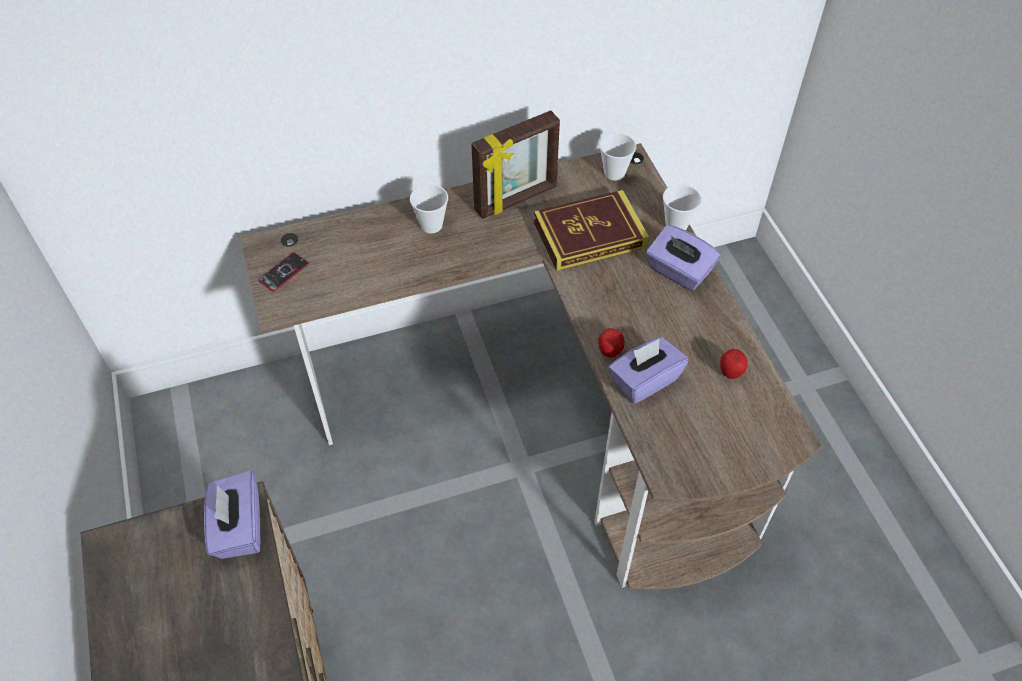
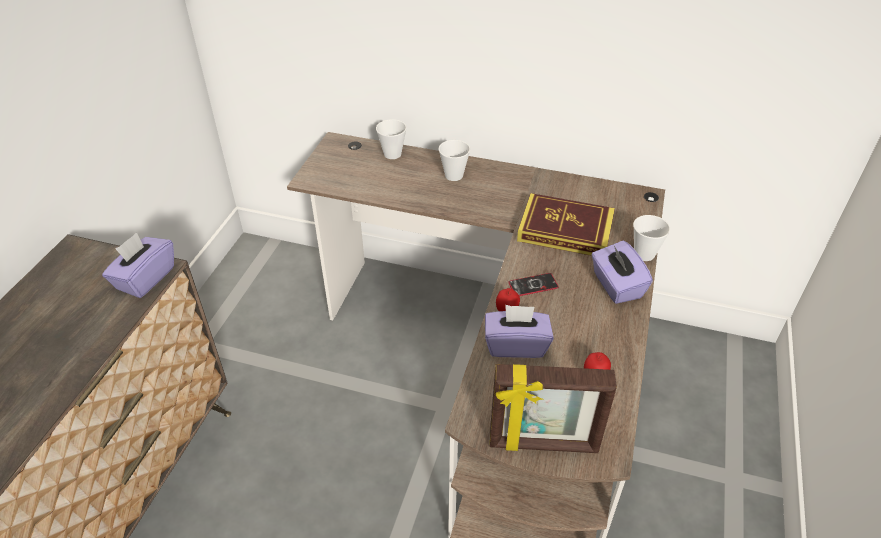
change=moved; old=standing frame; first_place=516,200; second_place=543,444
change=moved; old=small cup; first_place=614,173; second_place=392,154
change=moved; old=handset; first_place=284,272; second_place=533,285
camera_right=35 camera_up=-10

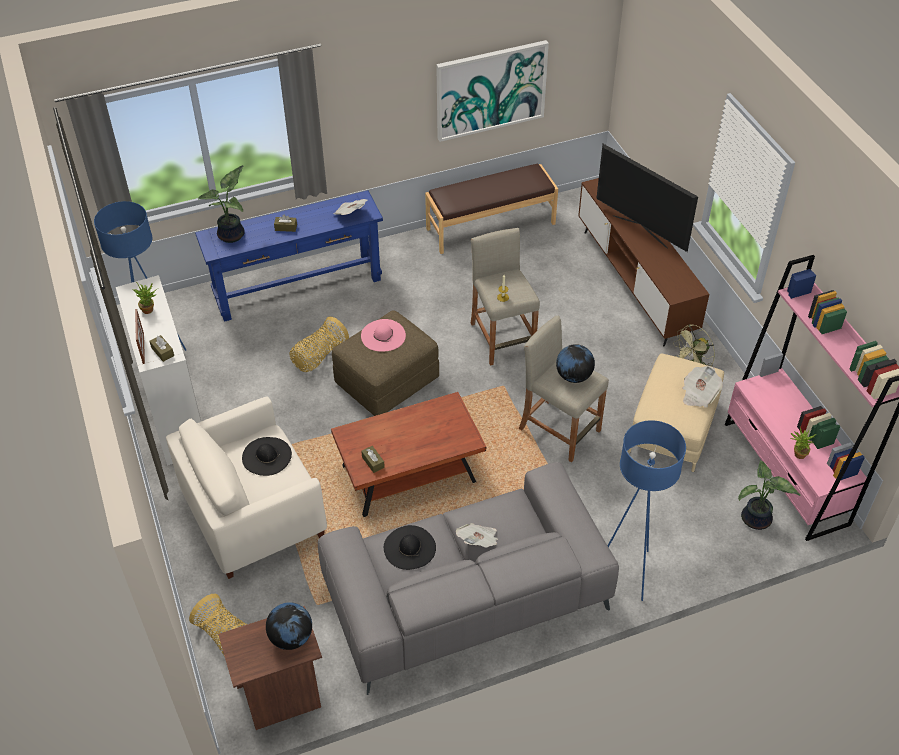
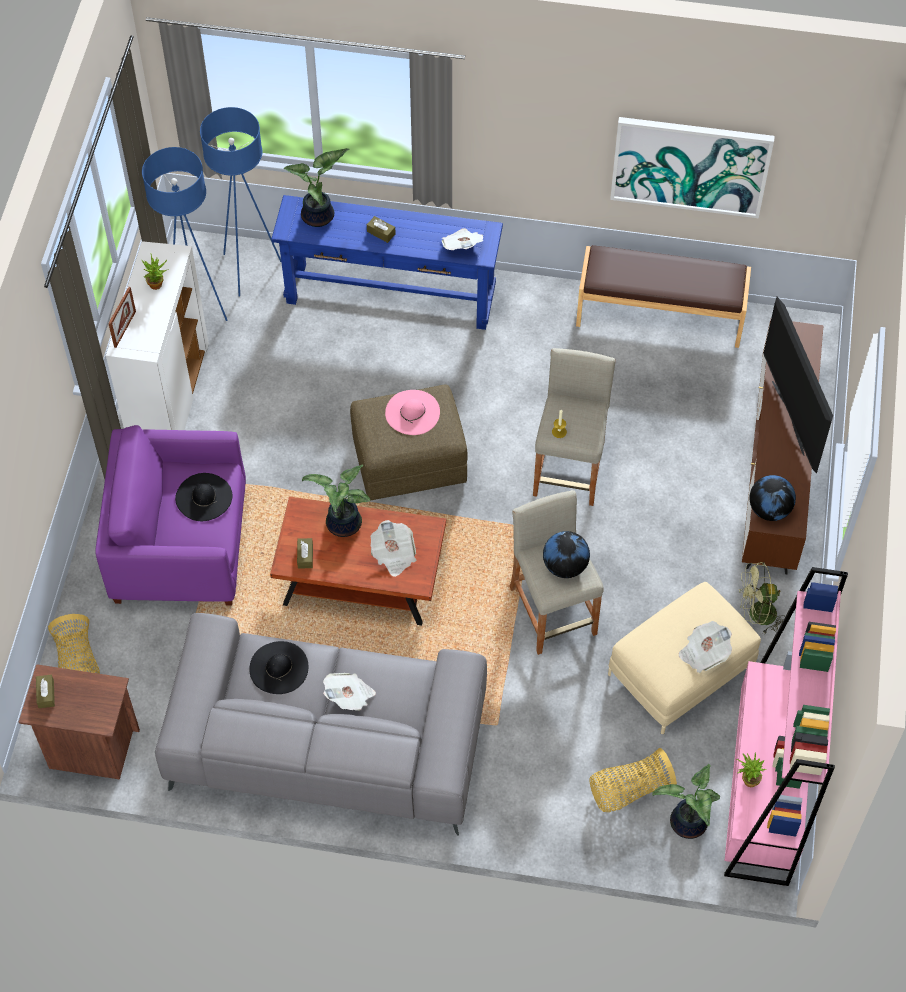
change=moved; old=basket; first_place=319,356; second_place=629,790
change=moved; old=brown-coloured tissue box; first_place=162,352; second_place=46,694
change=recoloured; old=white-coloured easy chair; new=purple-coloured easy chair; first_place=254,514; second_place=180,546
change=moved; old=blue floor lamp; first_place=628,573; second_place=248,270
change=moved; old=desk globe; first_place=291,637; second_place=769,510
change=added; new=potted plant; second_place=342,525
change=added; new=printed paper; second_place=393,555
camera_right=30 camera_up=10

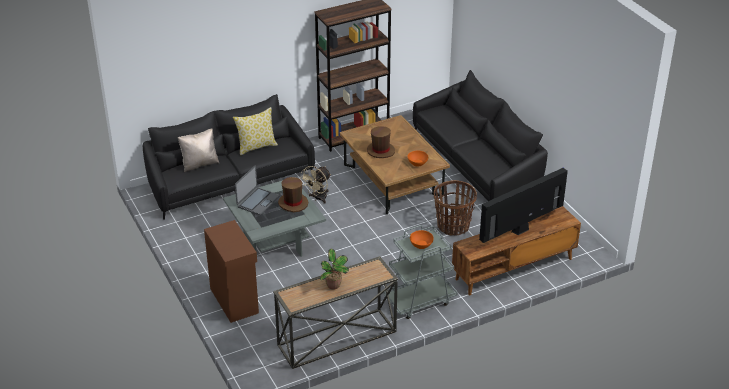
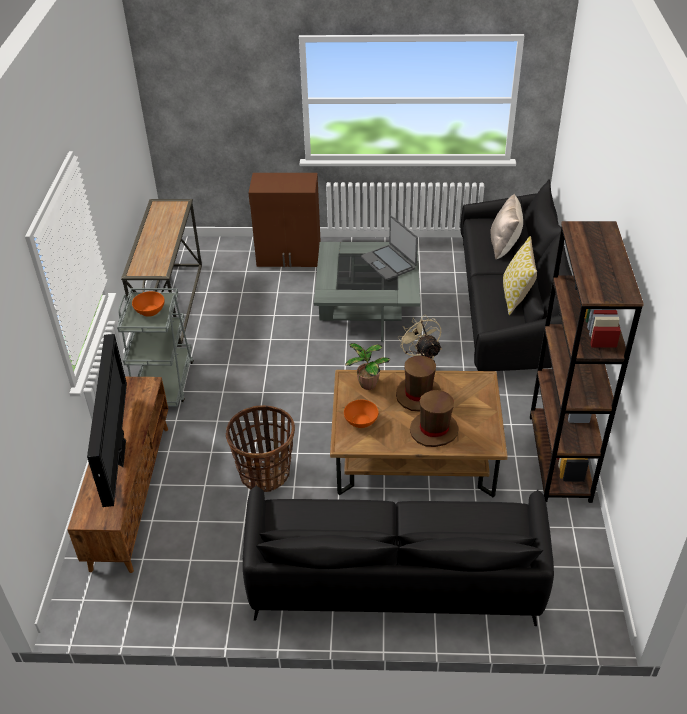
change=moved; old=brown-coloured clothing hat; first_place=293,203; second_place=434,430
change=moved; old=potted plant; first_place=334,286; second_place=366,384
camera_right=120 camera_up=5

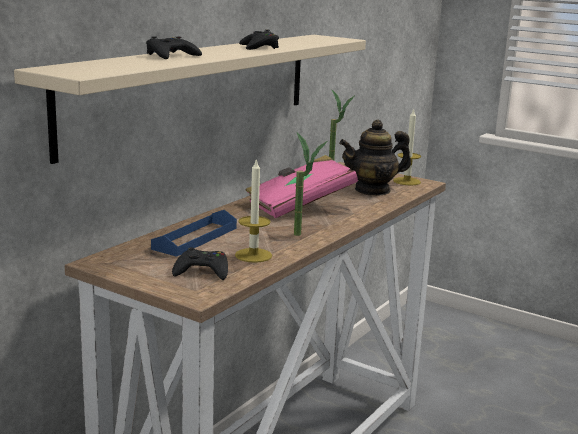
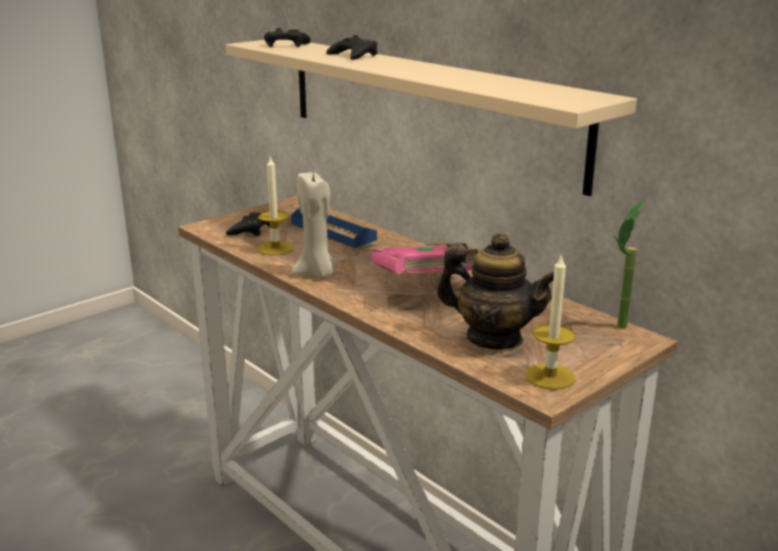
change=moved; old=blackish gamepad; first_place=259,47; second_place=286,45
change=turned; old=pot for tea; first_place=373,190; second_place=494,338; degrees=120
change=replaced; old=potted plant; new=sand-coloured wax candle; first_place=304,236; second_place=317,273
camera_right=105 camera_up=5

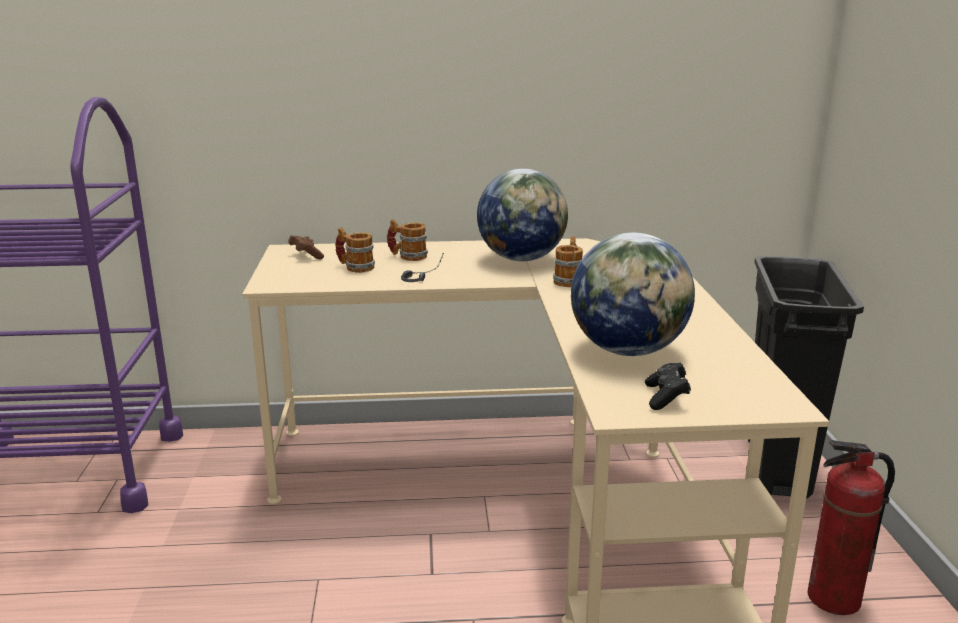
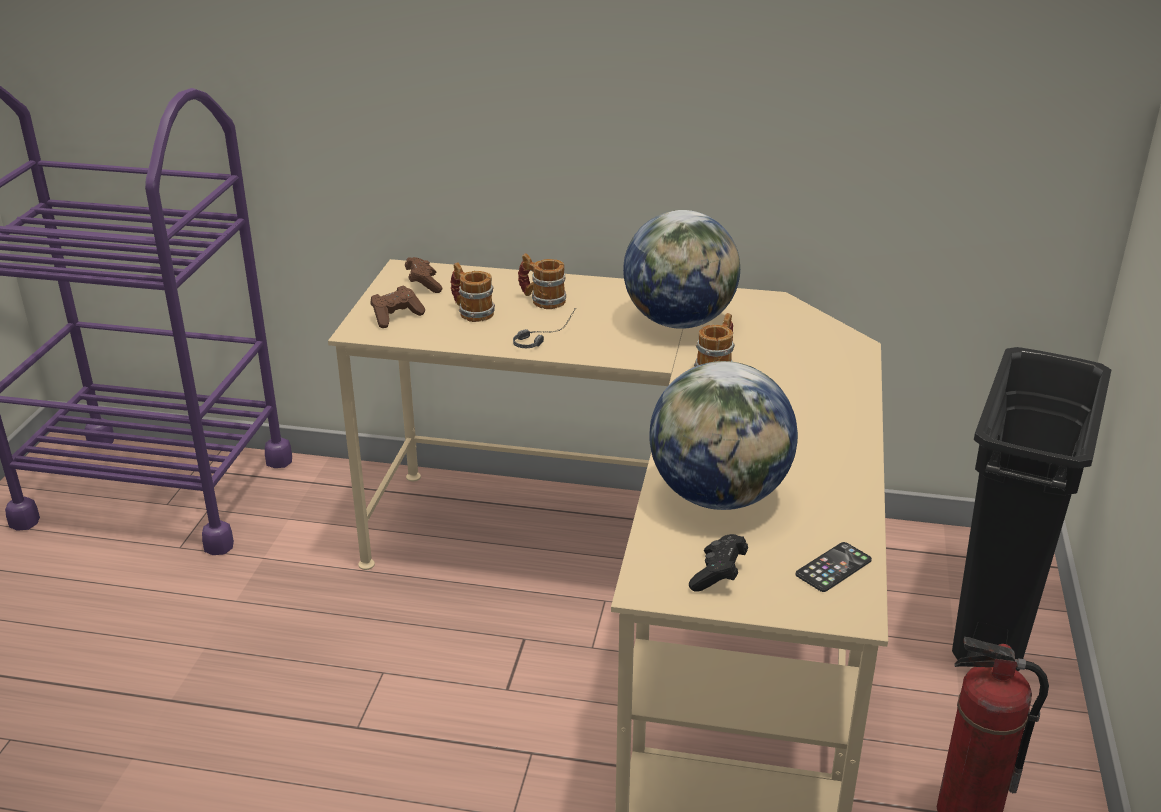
change=added; new=brown-coloured gamepad; second_place=396,317
change=added; new=handset; second_place=833,567
camera_right=15 camera_up=10

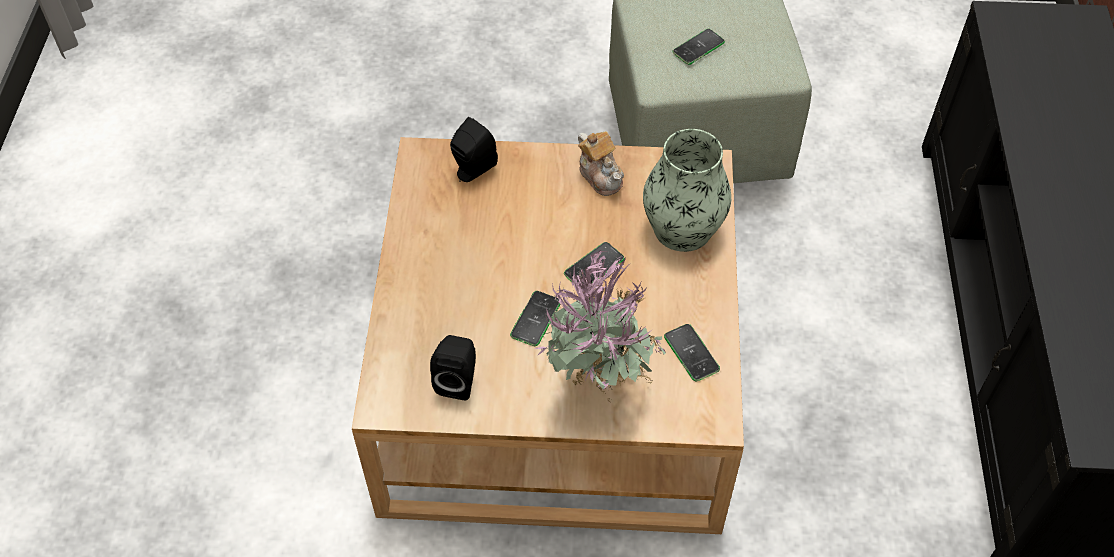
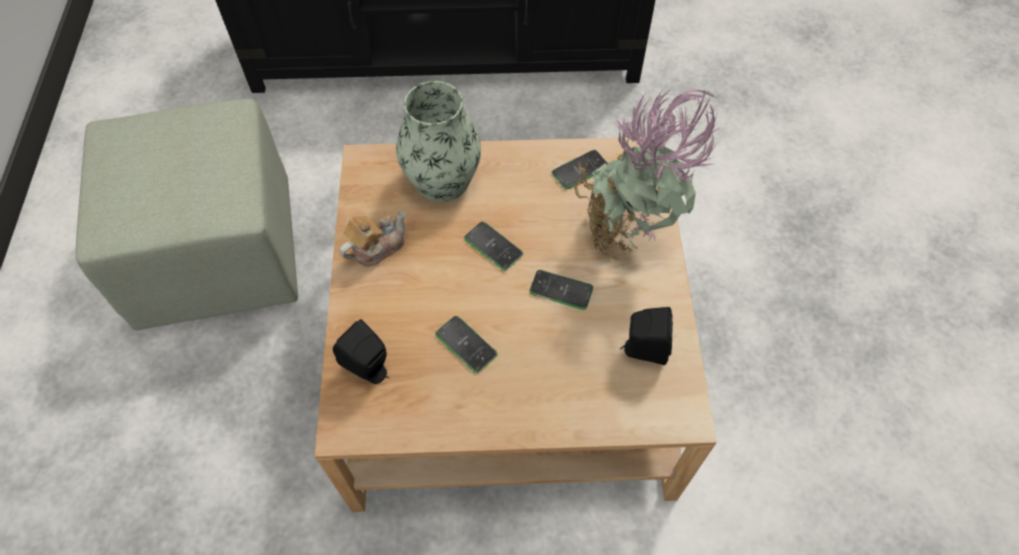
change=moved; old=handset; first_place=698,47; second_place=466,344
camera_right=-95 camera_up=5

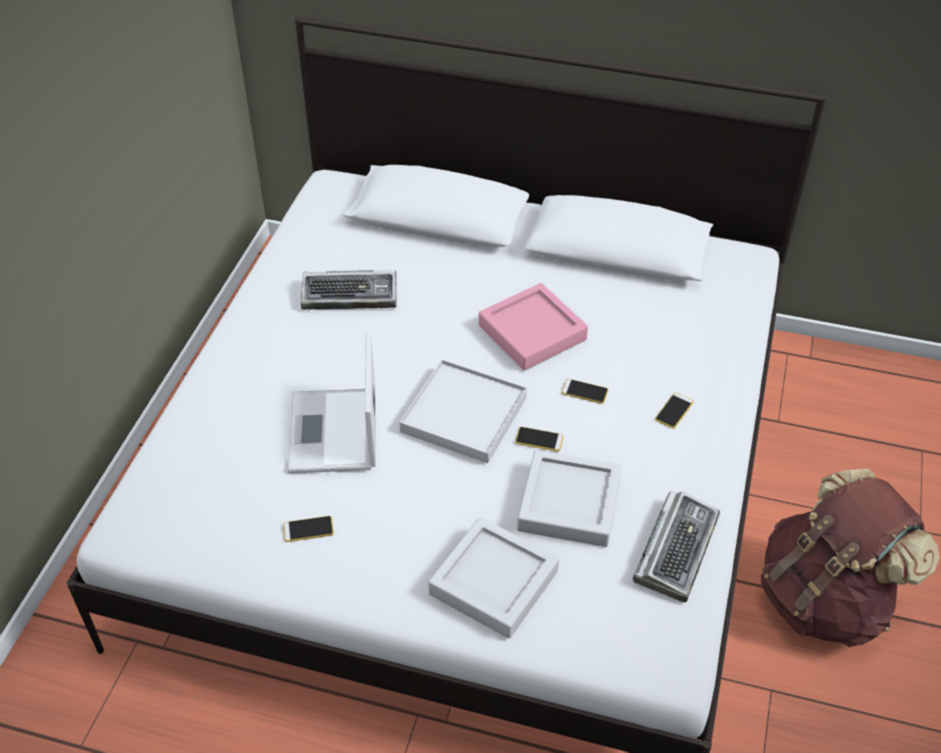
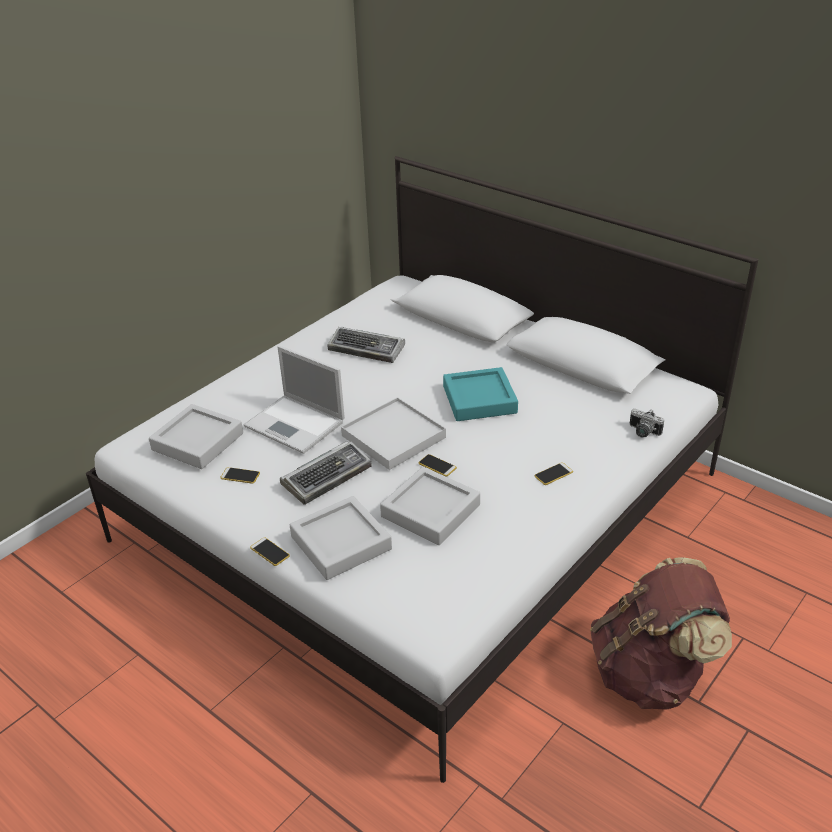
change=recoloured; old=pinkish serving tray; new=turquoise serving tray; first_place=532,332; second_place=479,400
change=turned; old=laptop; first_place=334,433; second_place=296,424; degrees=-75
change=moved; old=handset; first_place=584,391; second_place=270,552
change=moved; old=PC keyboard; first_place=676,549; second_place=327,476
change=added; new=grey serving tray; second_place=198,442
change=added; new=still camera; second_place=642,432
camera_right=25 camera_up=-10

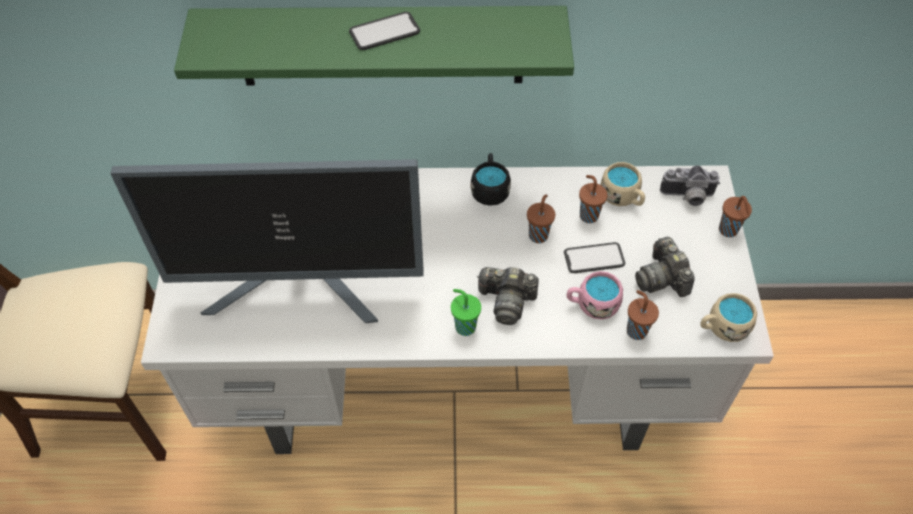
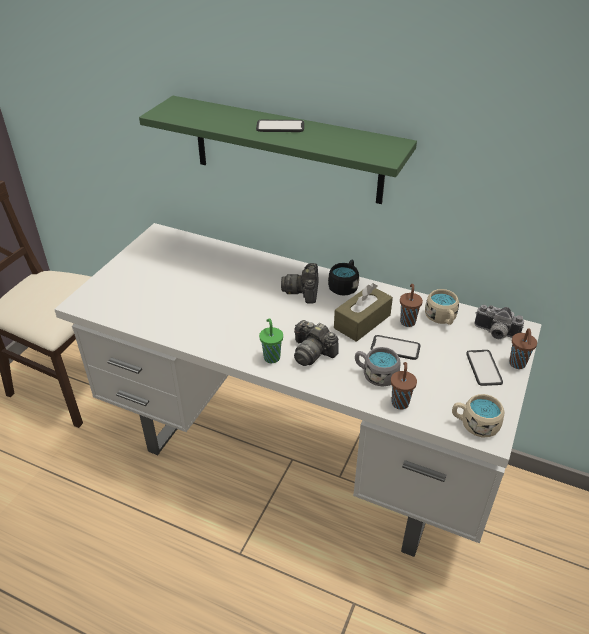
change=removed; old=computer display; first_place=300,288
change=replaced; old=brown-coloured small cup; new=brown-coloured tissue box; first_place=538,234; second_place=362,321
change=moved; old=still camera; first_place=662,278; second_place=303,291
change=recoloured; old=pinkish tea mug; new=grey tea mug; first_place=592,304; second_place=375,375
change=added; new=handset; second_place=483,368
camera_right=25 camera_up=-15

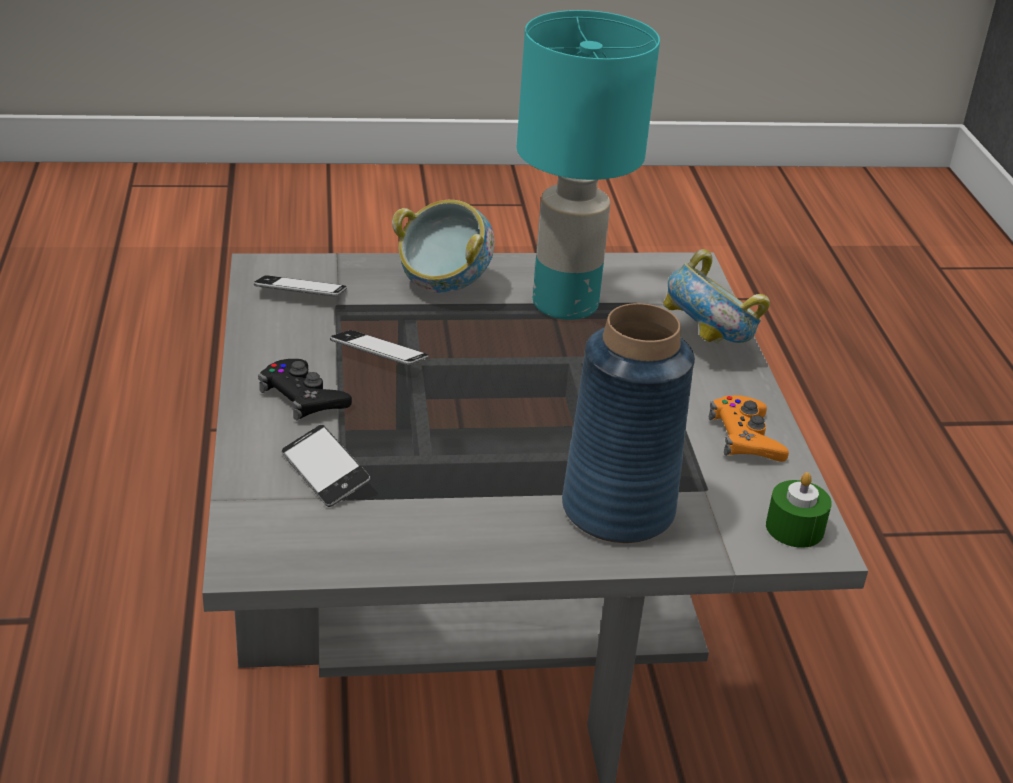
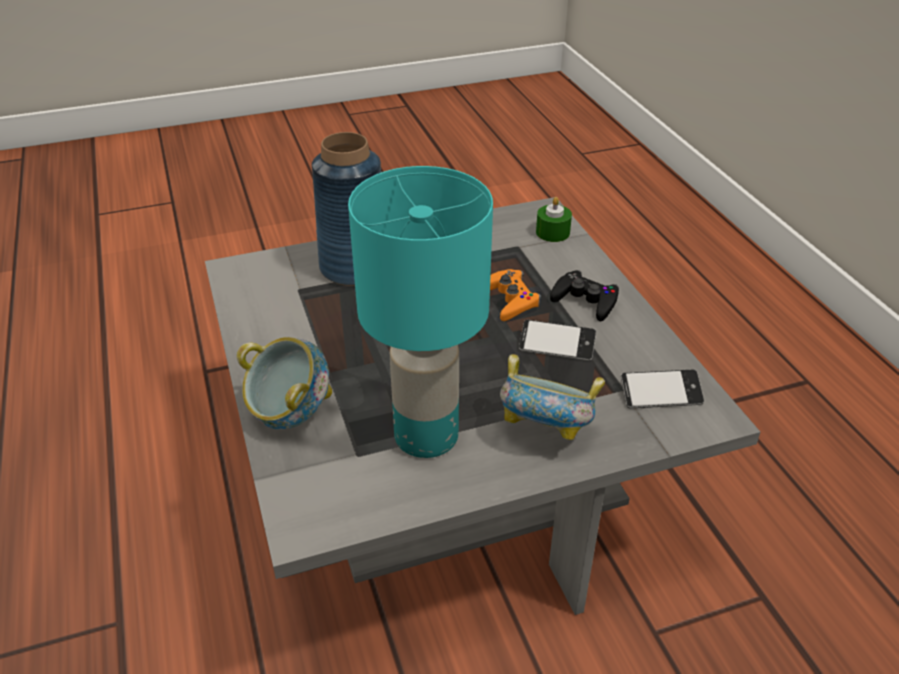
change=moved; old=orangey gamepad; first_place=745,438; second_place=510,300
change=removed; old=handset; first_place=325,473
change=moved; old=green-coloured wax candle; first_place=794,528; second_place=552,232
camera_right=170 camera_up=5

